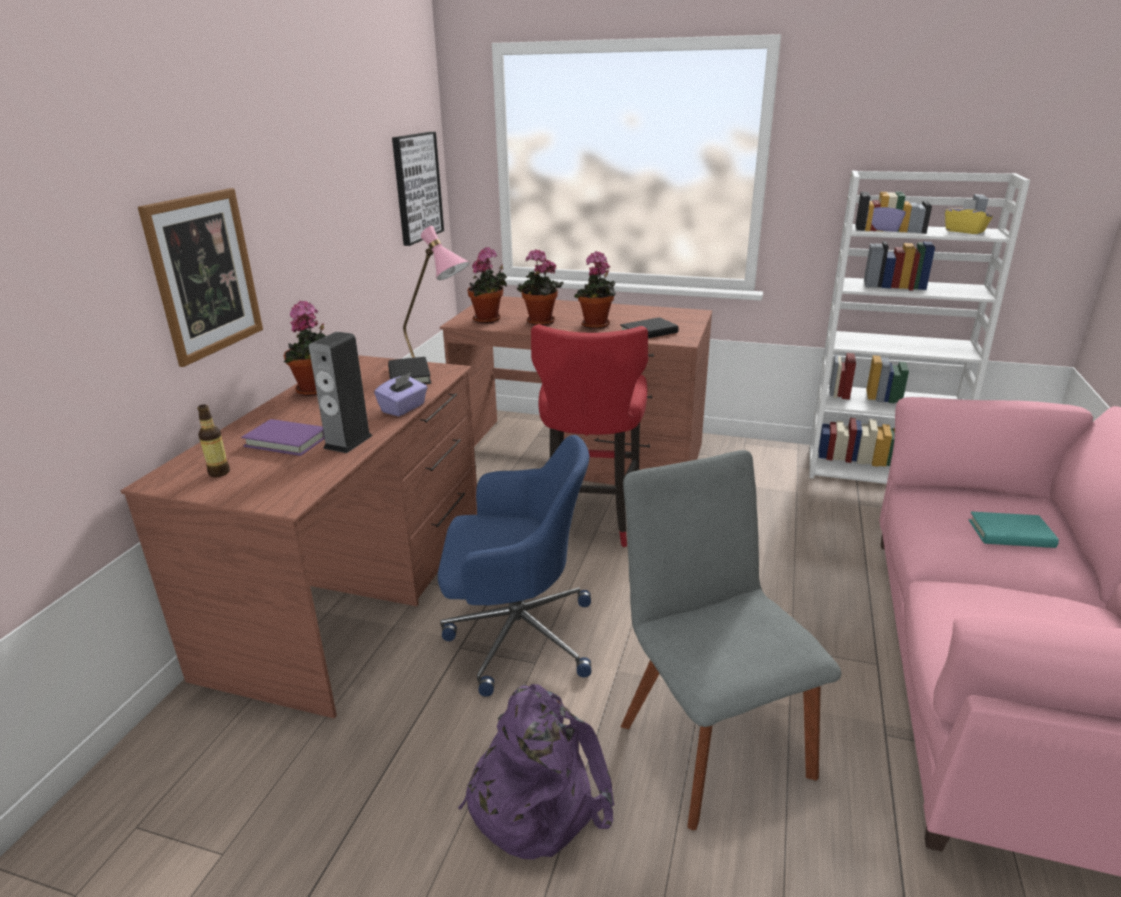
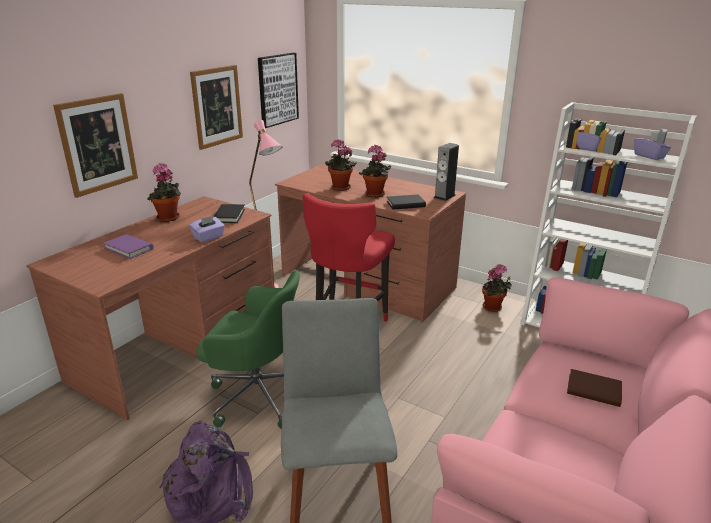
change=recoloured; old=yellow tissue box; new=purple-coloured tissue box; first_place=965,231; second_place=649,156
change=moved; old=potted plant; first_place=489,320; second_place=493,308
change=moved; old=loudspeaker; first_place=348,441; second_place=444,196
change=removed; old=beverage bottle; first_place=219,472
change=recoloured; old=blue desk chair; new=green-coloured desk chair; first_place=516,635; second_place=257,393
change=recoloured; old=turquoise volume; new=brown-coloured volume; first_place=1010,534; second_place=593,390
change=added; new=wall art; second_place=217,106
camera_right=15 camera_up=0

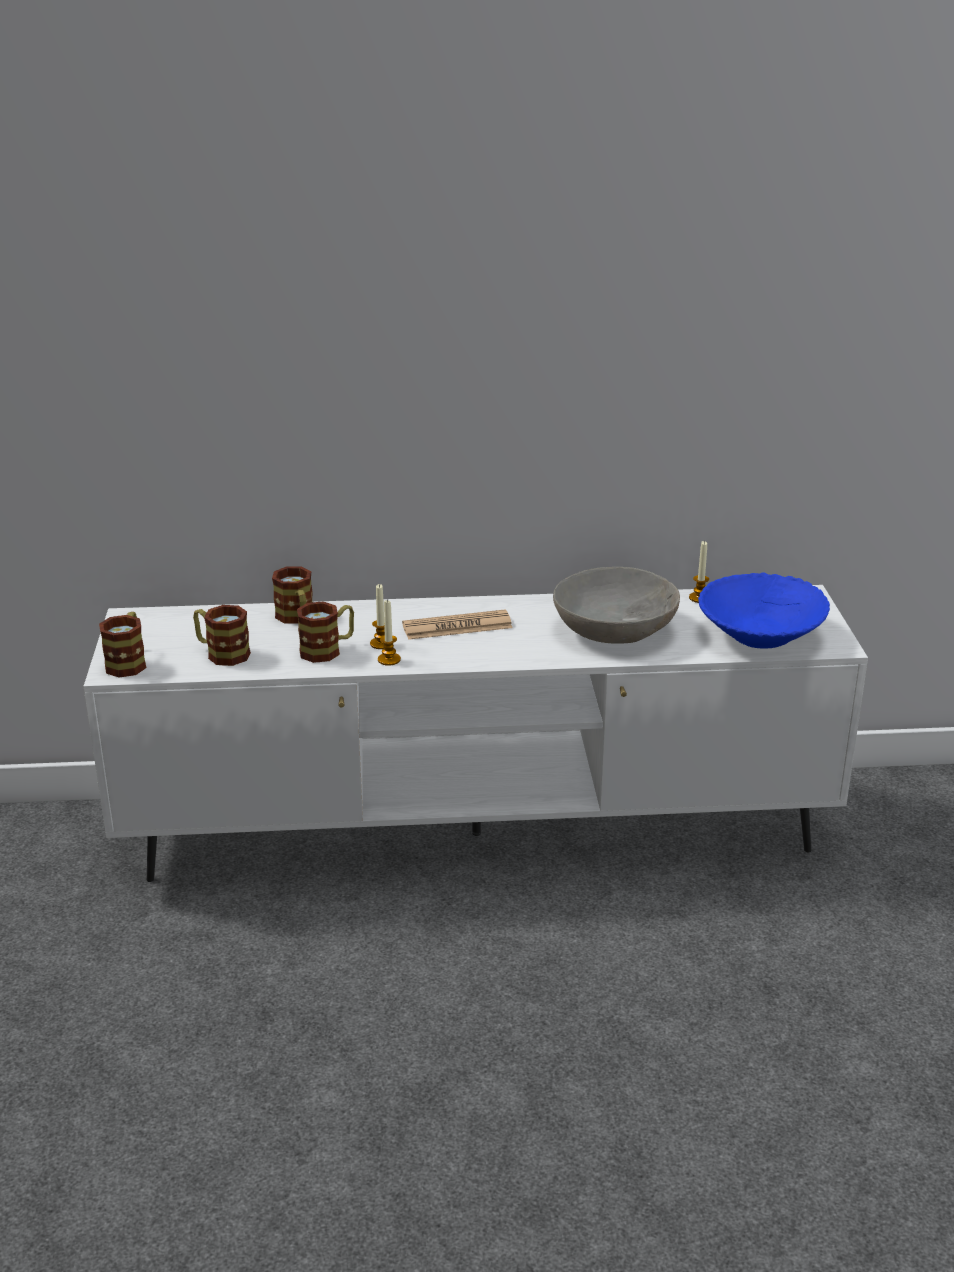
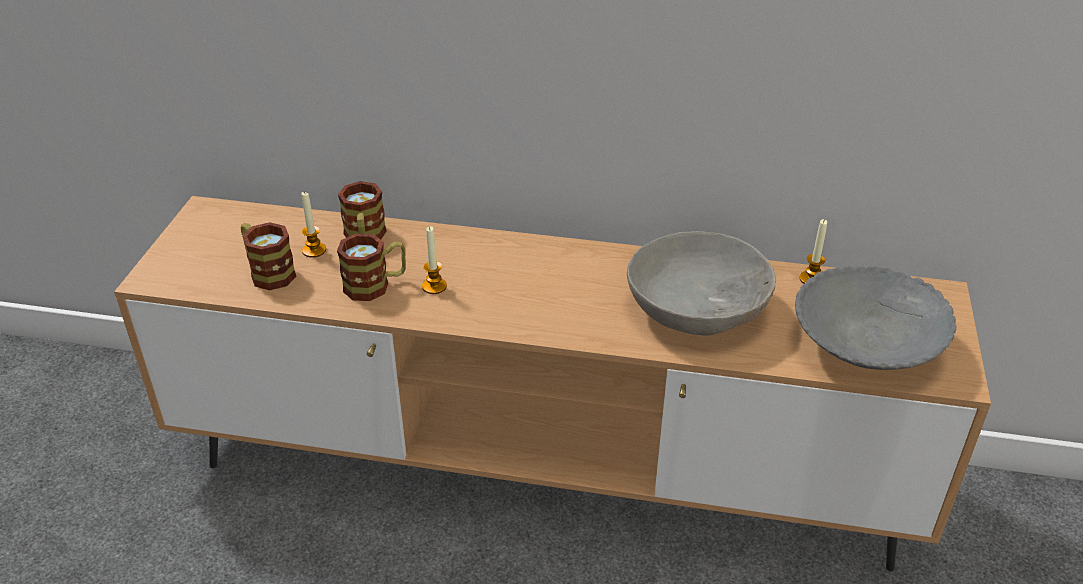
change=recoloured; old=blue deep dish; new=grey deep dish; first_place=760,635; second_place=865,347
change=recoloured; old=white-coloured tv unit; new=brown-coloured tv unit; first_place=476,834; second_place=542,473
change=moved; old=wax candle; first_place=389,659; second_place=314,250
change=removed; old=printed paper; first_place=457,626
change=removed; old=tea mug; first_place=128,662
camera_right=15 camera_up=10

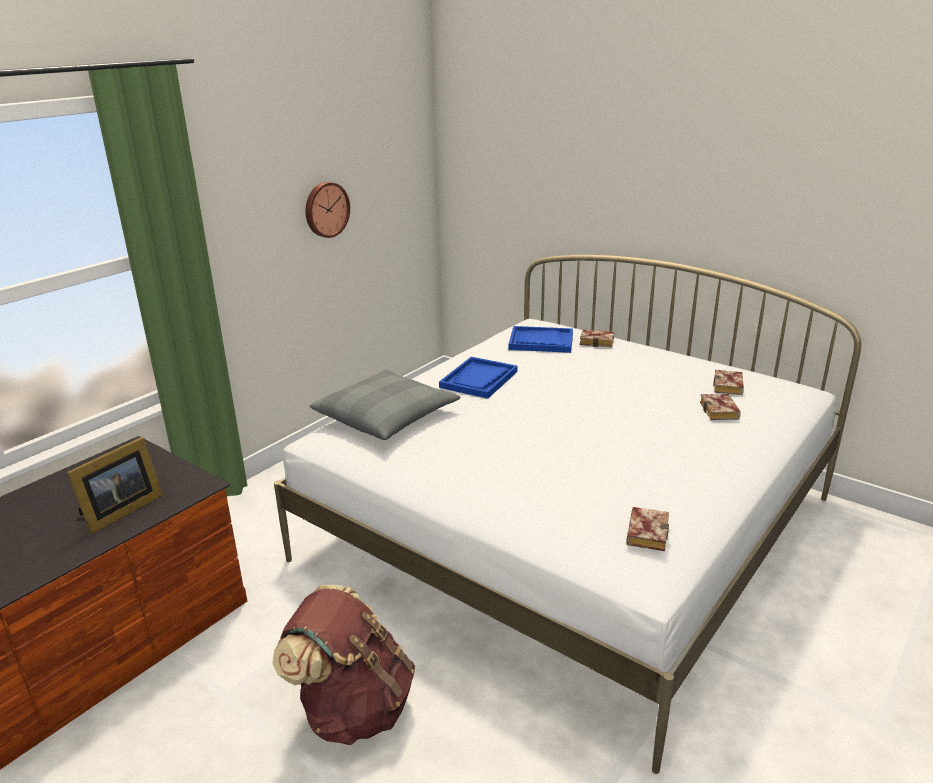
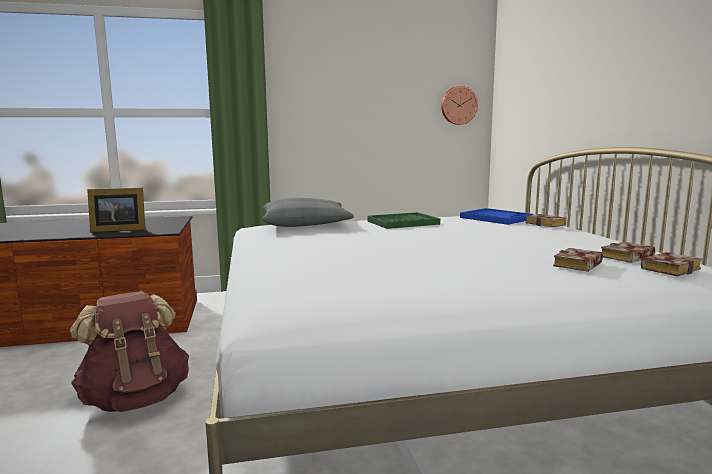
change=moved; old=clock on the wall; first_place=326,209; second_place=458,105
change=recoloured; old=blue serving tray; new=green-coloured serving tray; first_place=479,379; second_place=402,223
change=moved; old=volume; first_place=645,532; second_place=669,269
camera_right=40 camera_up=-15

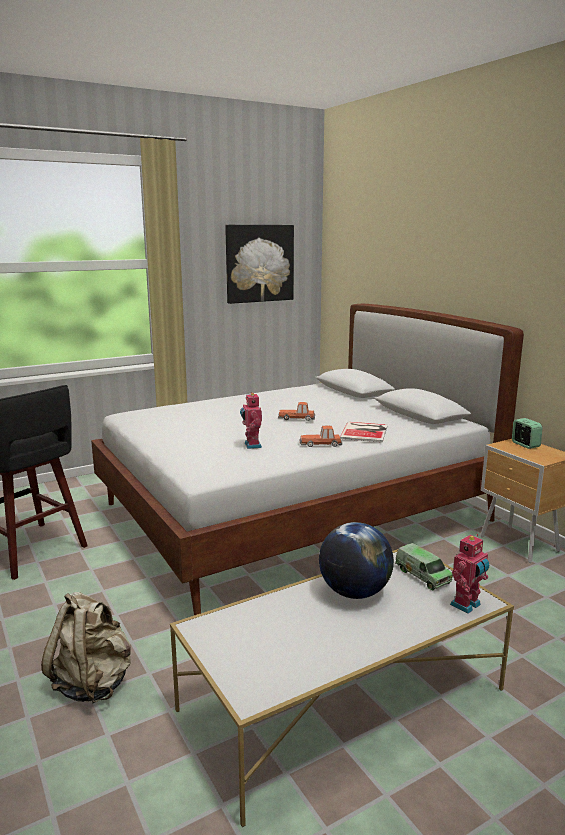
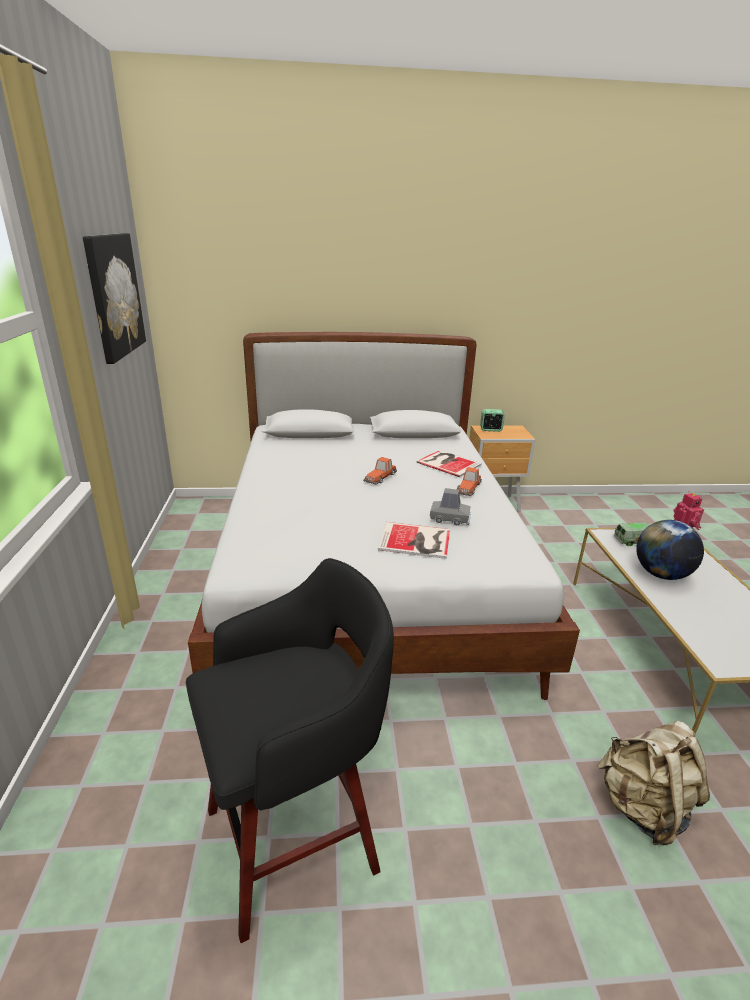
change=replaced; old=toy robot; new=grey miniature car; first_place=251,445; second_place=450,518
change=added; new=volume; second_place=416,541
camera_right=-65 camera_up=10

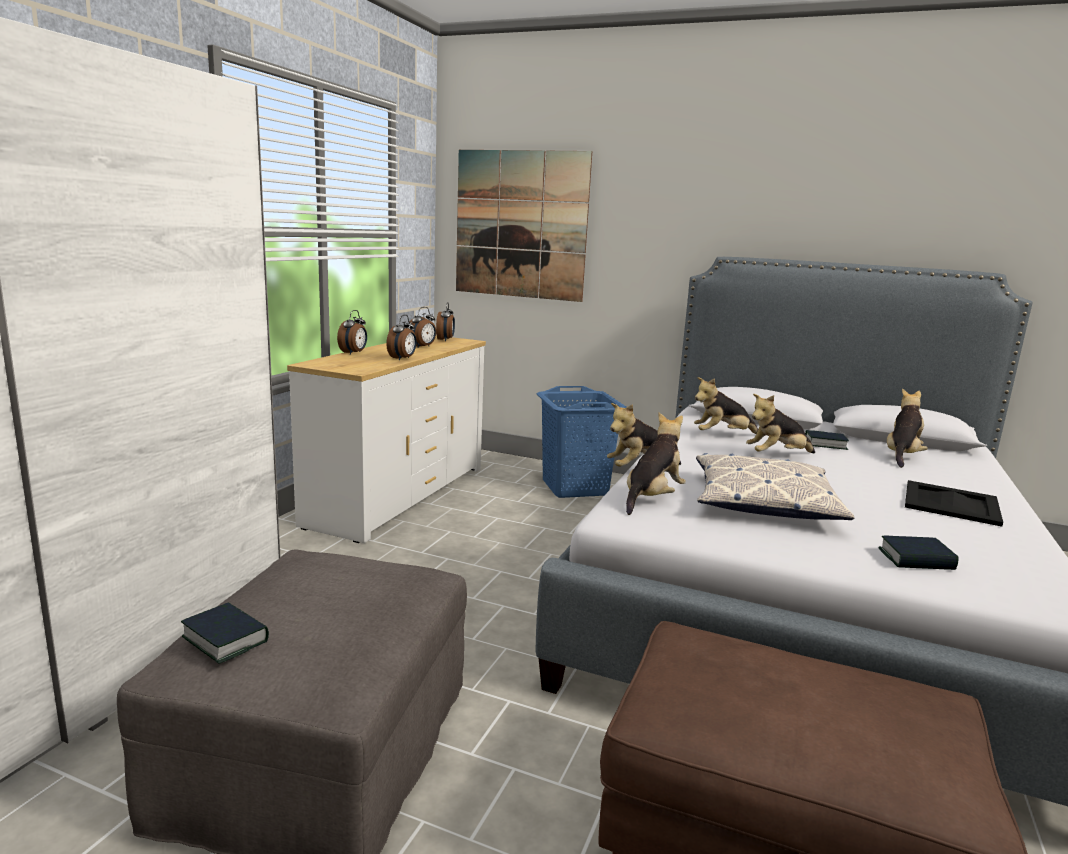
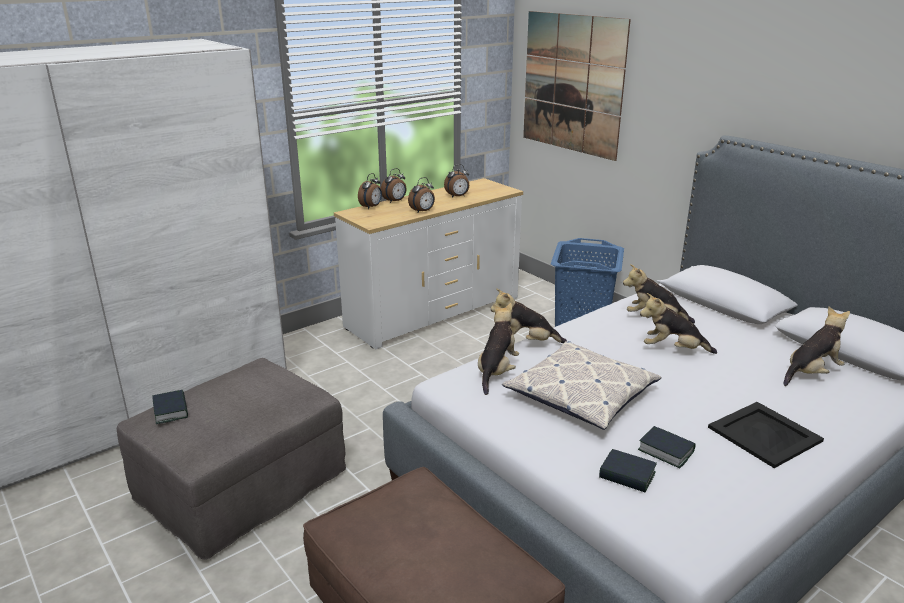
change=moved; old=bedside clock; first_place=445,340; second_place=371,207
change=turned; old=cuddly toy; first_place=652,498; second_place=496,372; degrees=-45
change=moved; old=volume; first_place=825,444; second_place=665,451
camera_right=30 camera_up=10

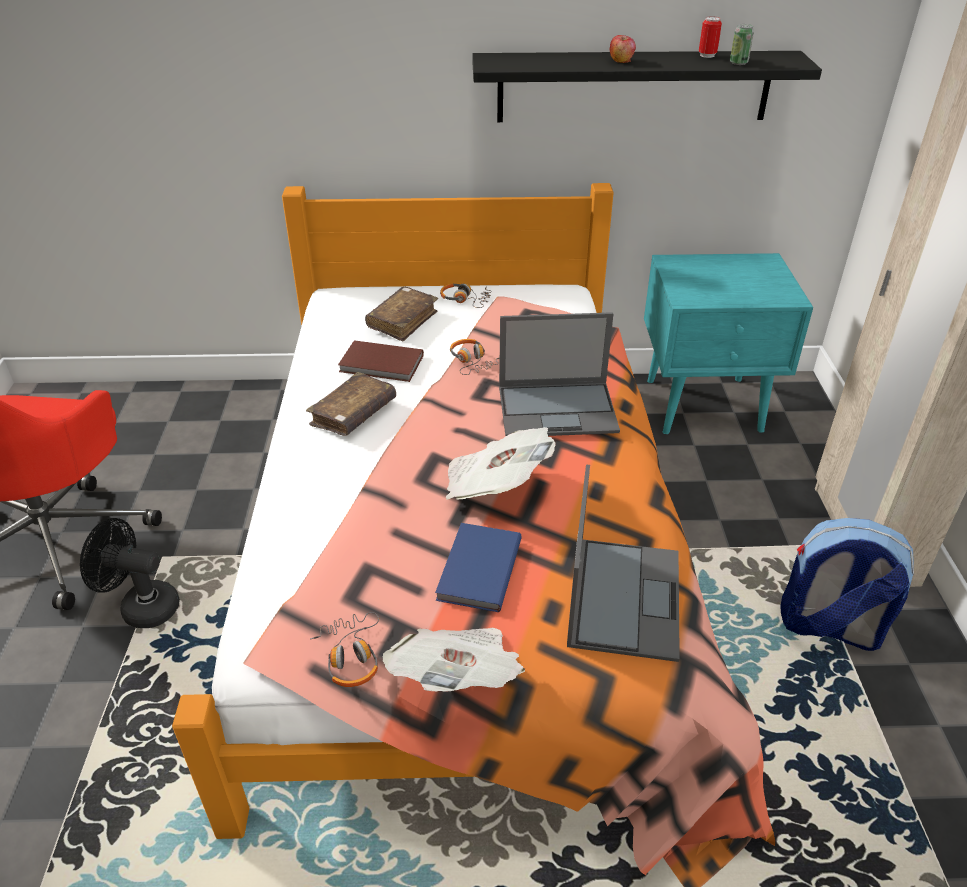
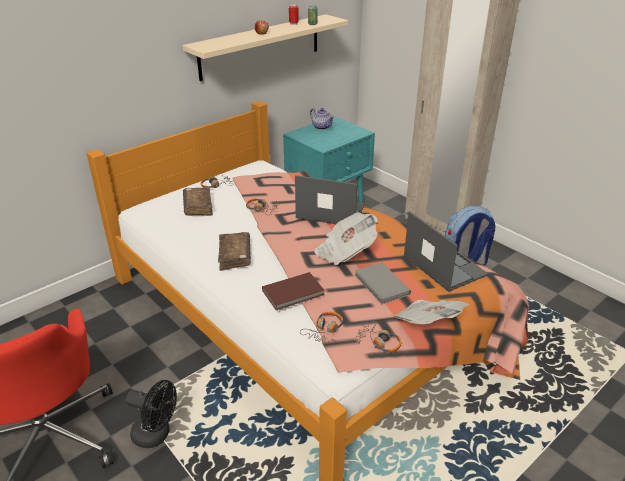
change=recoloured; old=blackish shelf; new=sand-coloured shelf; first_place=633,86; second_place=261,46
change=turned; old=laptop; first_place=558,409; second_place=329,211; degrees=-120
change=moved; old=brown-coloured volume; first_place=382,365; second_place=294,293
change=turned; old=blackish electric fan; first_place=142,607; second_place=156,434; degrees=-135
change=recoloured; old=blue volume; new=grey volume; first_place=476,570; second_place=381,285
change=added; new=pot for tea; second_place=322,127
change=added; new=headset; second_place=324,331
camera_right=-40 camera_up=-5

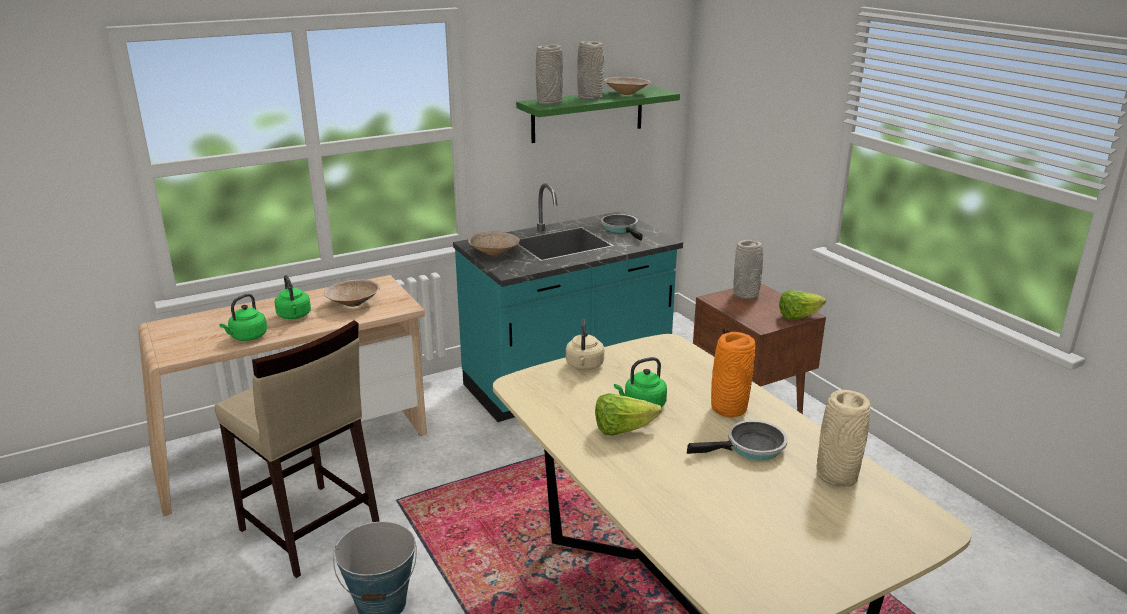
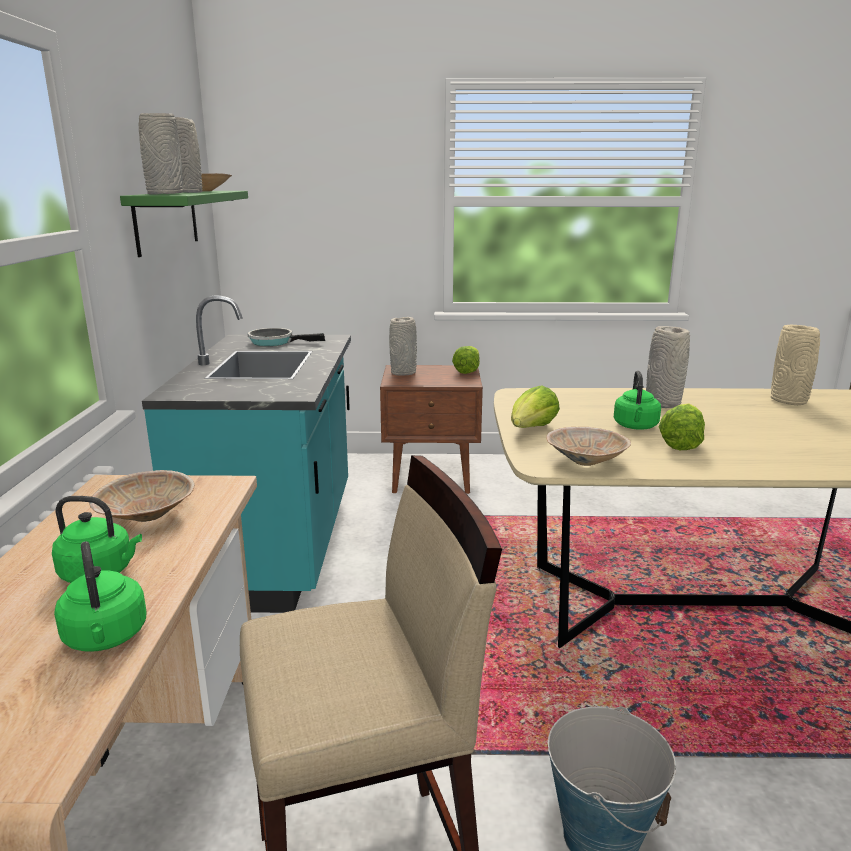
change=moved; old=sand-coloured deep dish; first_place=495,253; second_place=586,461
change=replaced; old=sand-coloured tea kettle; new=lettuce; first_place=584,366; second_place=531,430
change=recoloured; old=orangey flower vase; new=grey flower vase; first_place=727,408; second_place=662,403
change=removed; old=pan; first_place=751,448
camera_right=-60 camera_up=-5

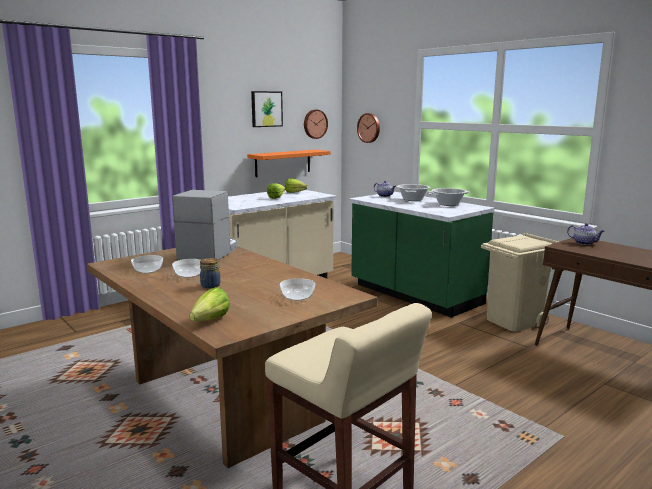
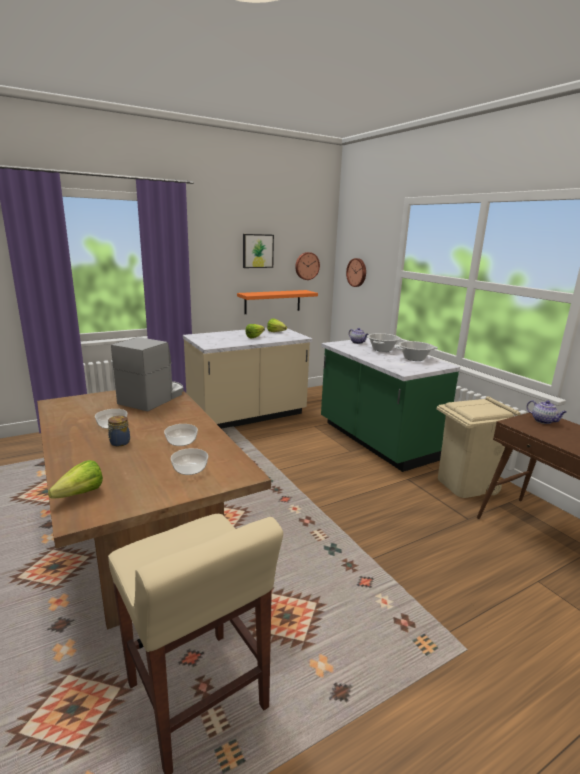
change=moved; old=deep dish; first_place=147,270; second_place=181,441
camera_right=10 camera_up=5

